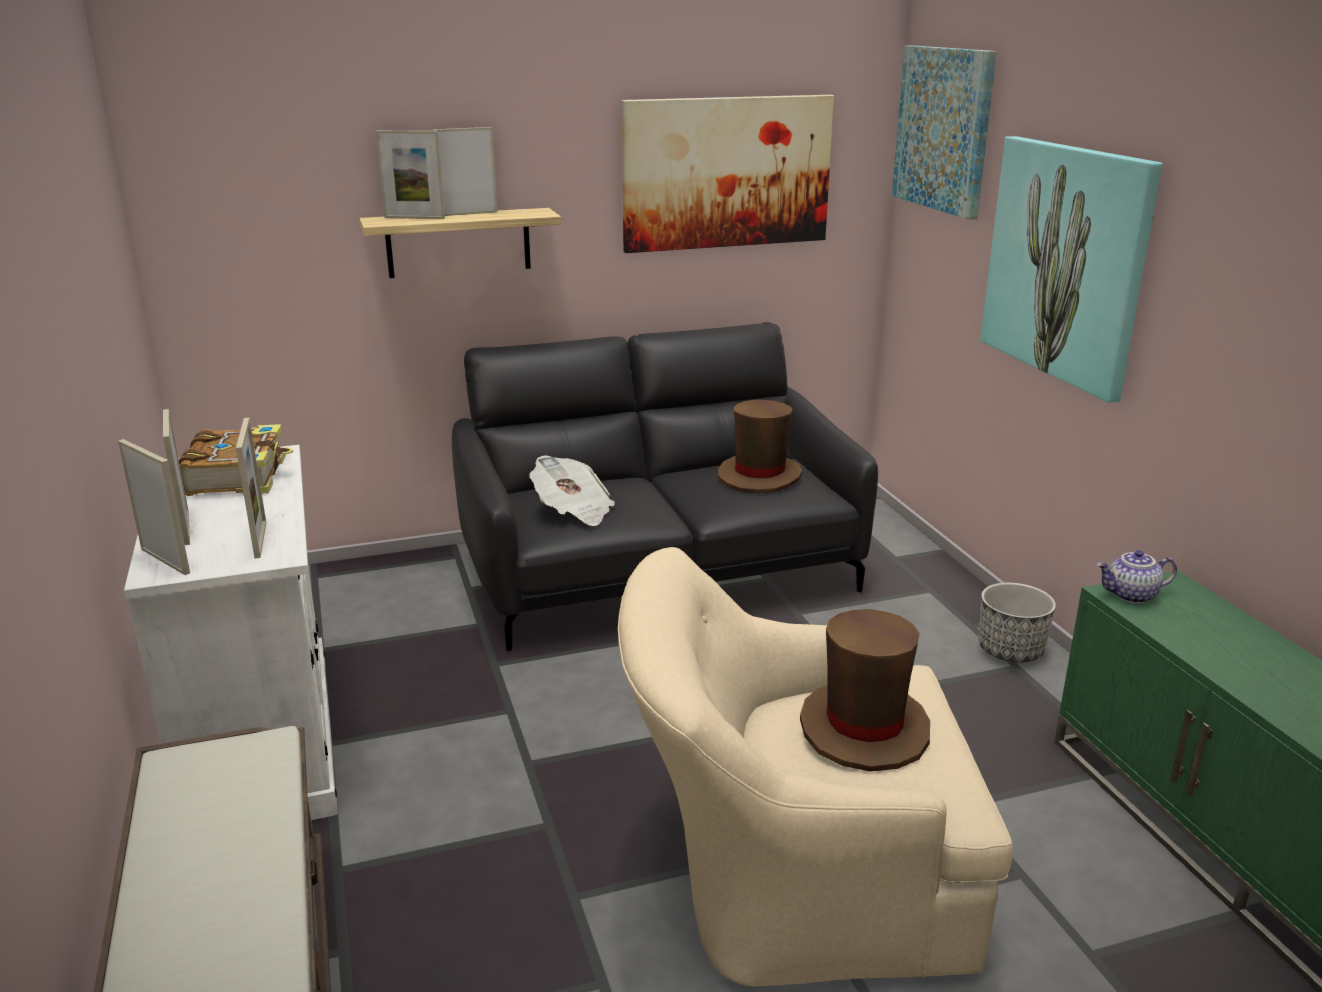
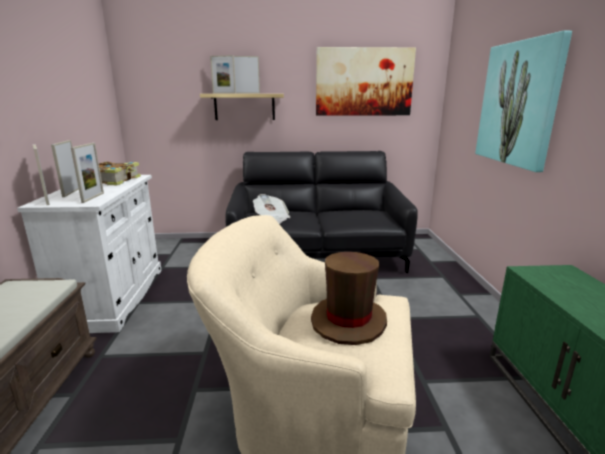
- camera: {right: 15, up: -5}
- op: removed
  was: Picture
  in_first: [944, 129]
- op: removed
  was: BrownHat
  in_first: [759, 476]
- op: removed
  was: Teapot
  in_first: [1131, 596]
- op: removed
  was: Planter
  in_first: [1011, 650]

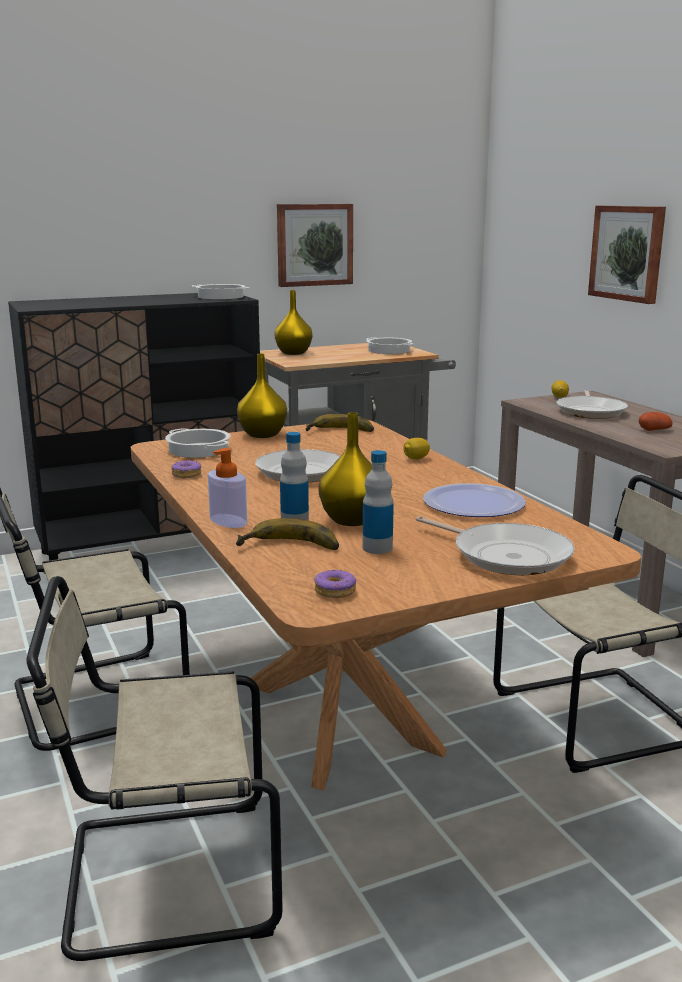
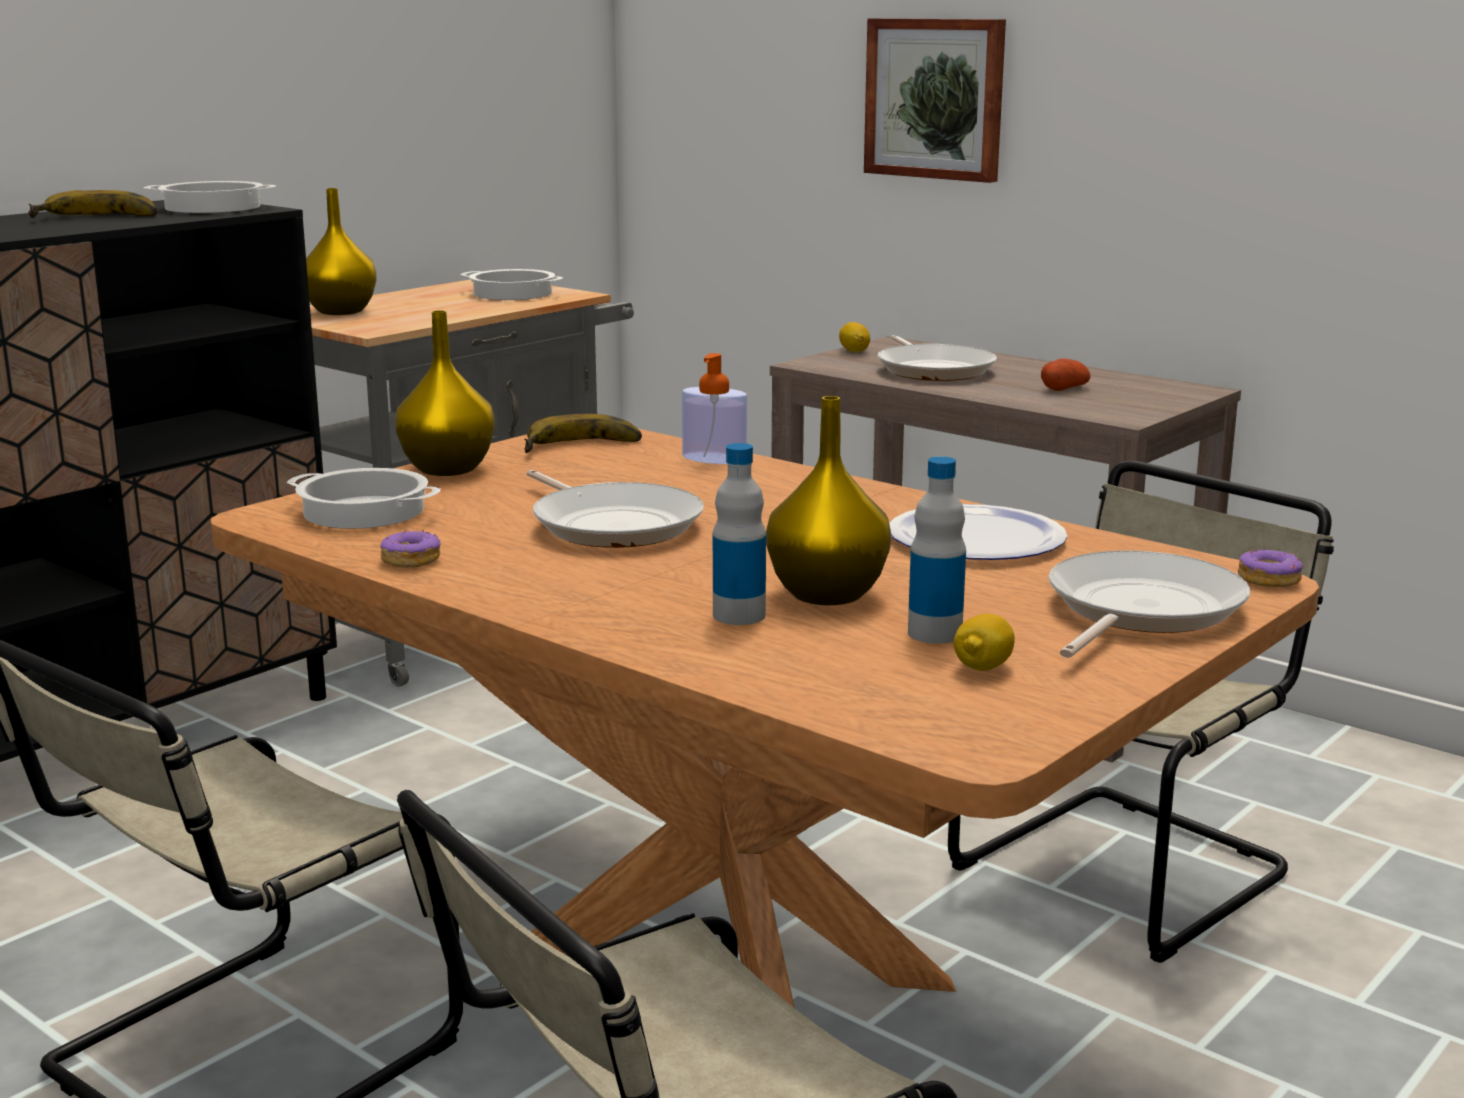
- camera: {right: -25, up: 0}
- op: removed
  was: Picture
  in_first: [314, 245]
- op: moved
  was: Lemon
  in_first: [416, 459]
  in_second: [983, 667]
- op: moved
  was: SoapDispenser
  in_first: [228, 521]
  in_second: [714, 458]
- op: turned
  was: FryingPan
  in_first: [506, 555]
  in_second: [1139, 611]
  clockwise: -75
- op: moved
  was: Banana
  in_first: [289, 548]
  in_second: [96, 218]
- op: moved
  was: Donut
  in_first: [335, 591]
  in_second: [1269, 579]

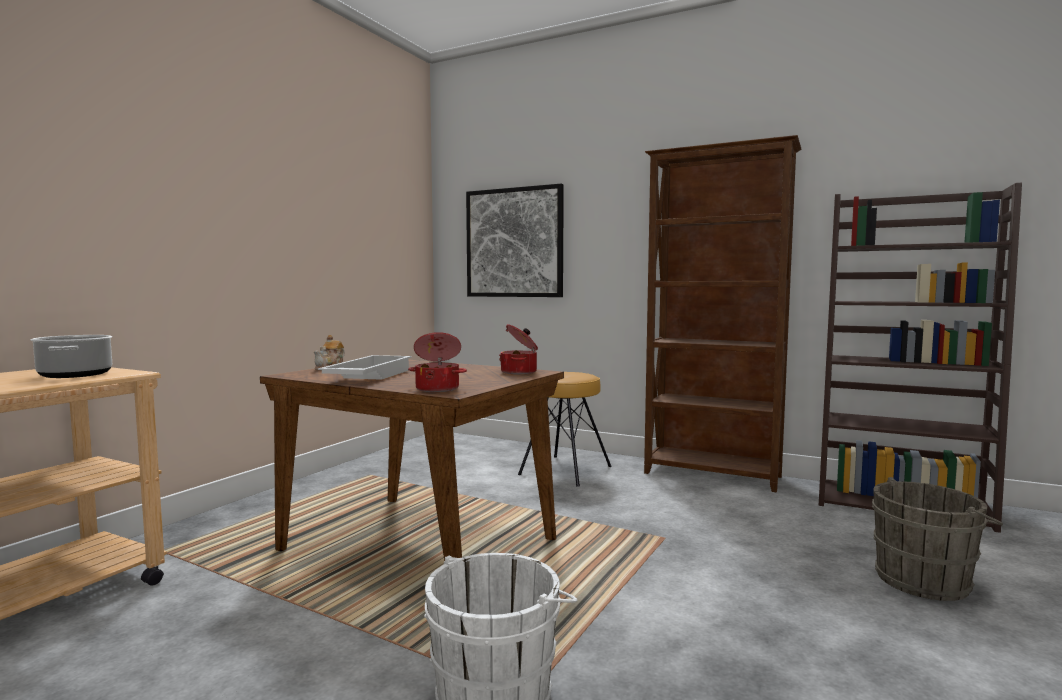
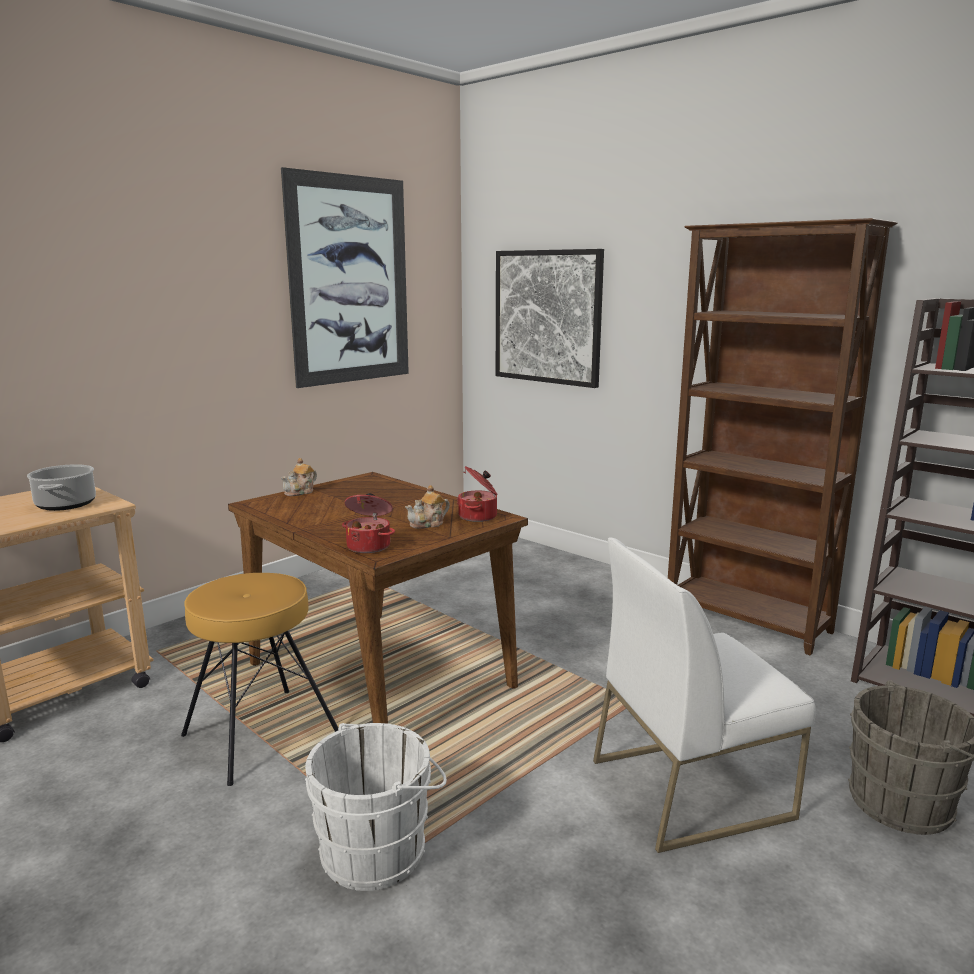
- camera: {right: 15, up: 10}
- op: removed
  was: WhiteTray
  in_first: [367, 376]
- op: moved
  was: BrownStool
  in_first: [564, 470]
  in_second: [260, 733]
- op: added
  now: Picture
  in_second: [350, 281]
- op: added
  now: Teapot
  in_second: [428, 524]
- op: added
  now: WhiteChair
  in_second: [690, 787]

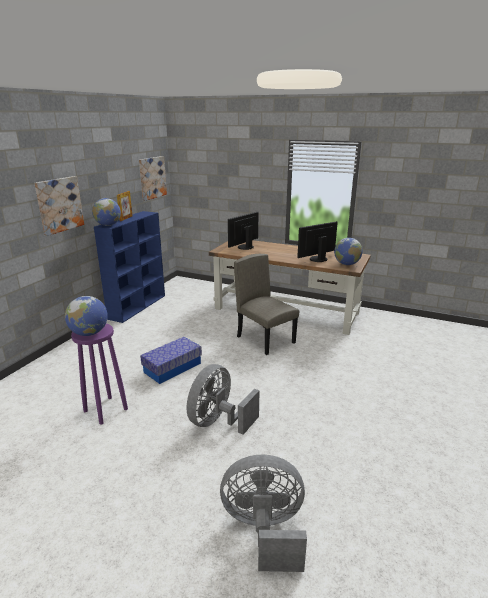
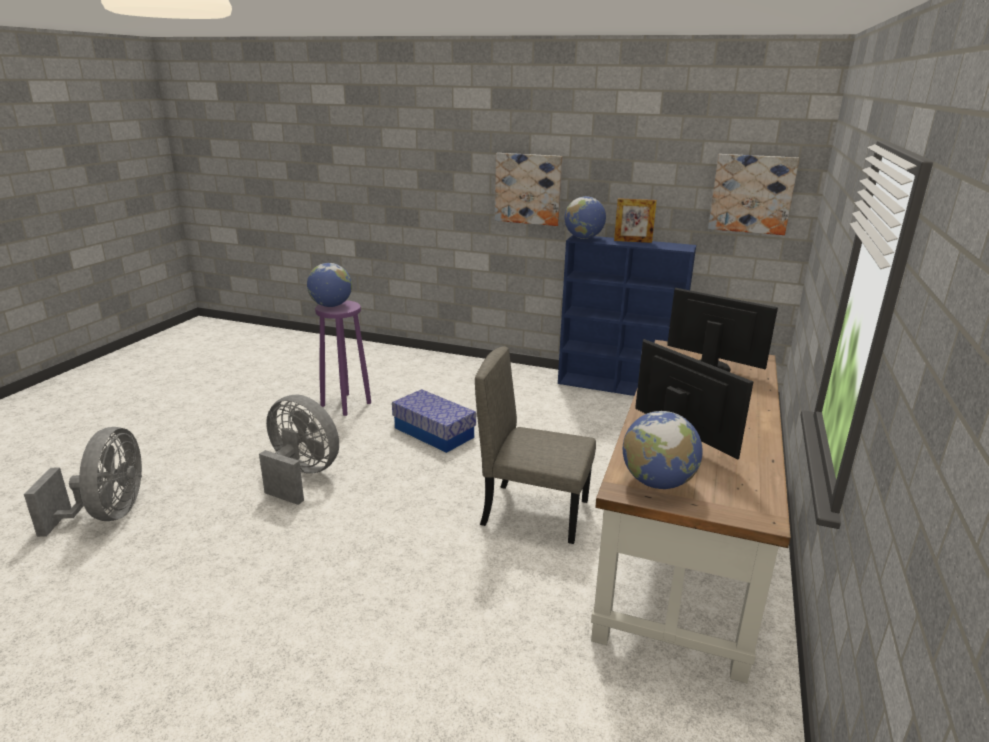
- camera: {right: 85, up: 0}
- op: turned
  was: BeigeChair
  in_first: [266, 339]
  in_second: [535, 512]
  clockwise: -120

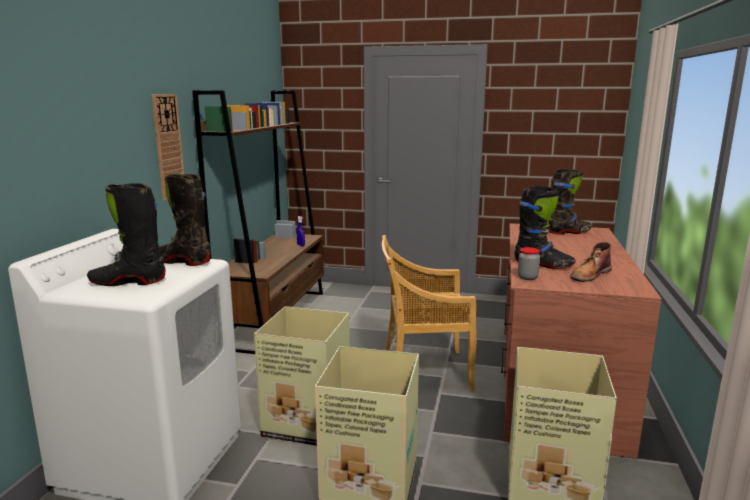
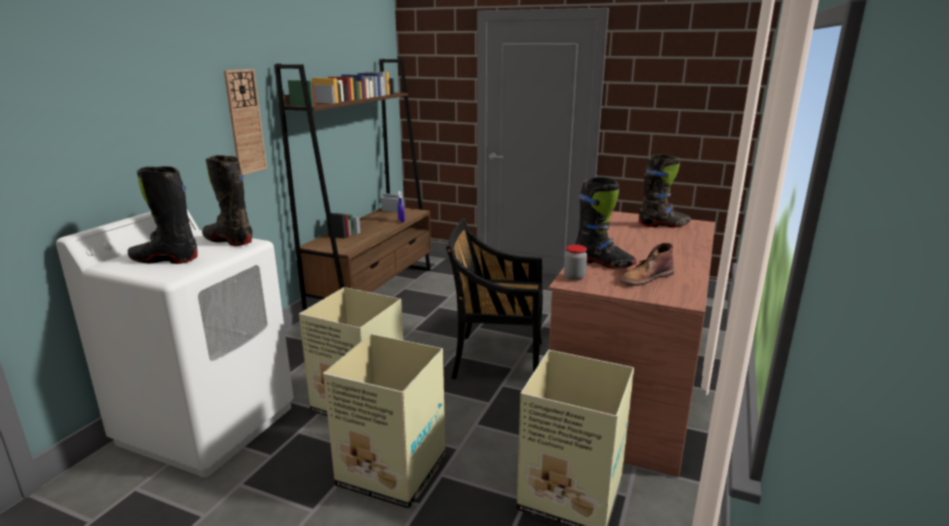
- camera: {right: 10, up: 5}
- op: recoloured
  was: BeigeChair
  now: BlackChair
  in_first: [423, 370]
  in_second: [496, 359]

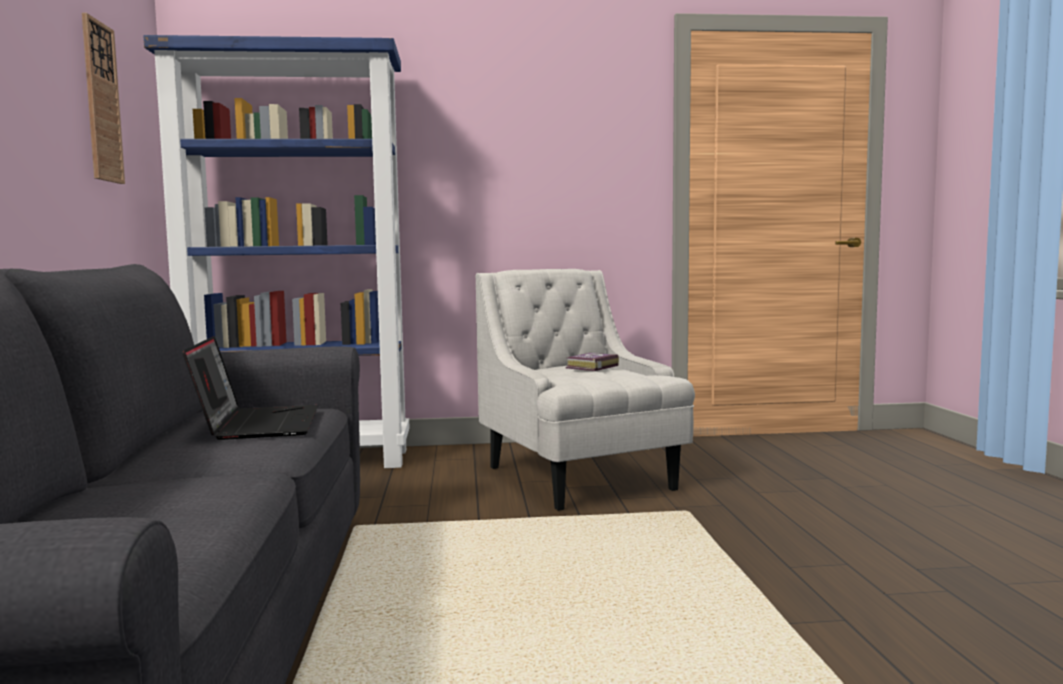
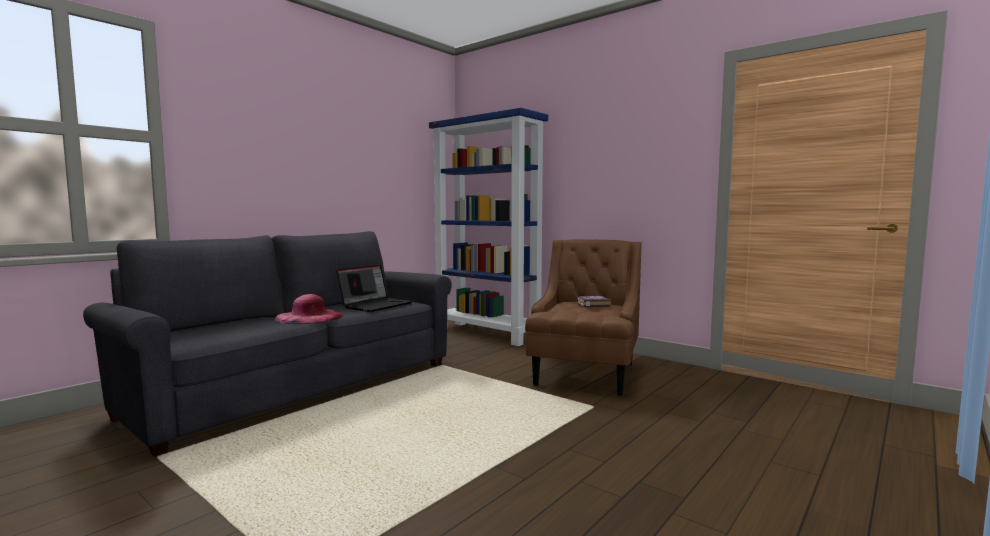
- camera: {right: 45, up: 0}
- op: removed
  was: WallClock
  in_first: [101, 102]
- op: recoloured
  was: WhiteArmchair
  now: BrownArmchair
  in_first: [580, 478]
  in_second: [585, 374]
- op: added
  now: PinkHat
  in_second: [309, 317]

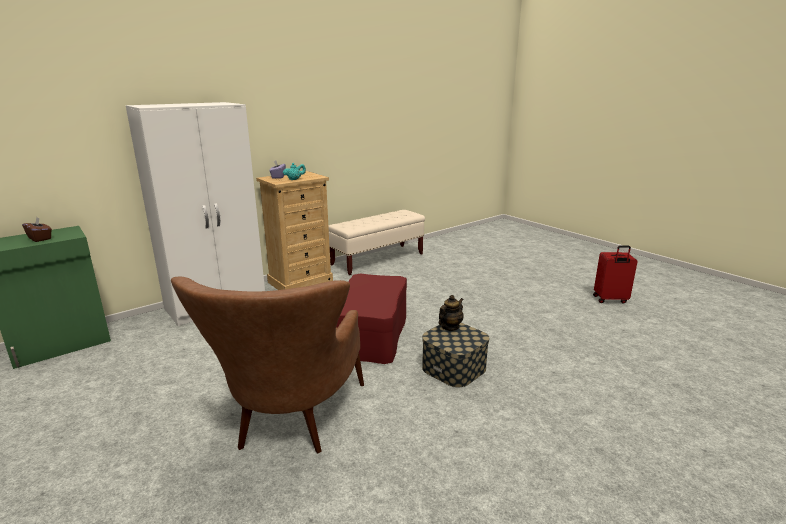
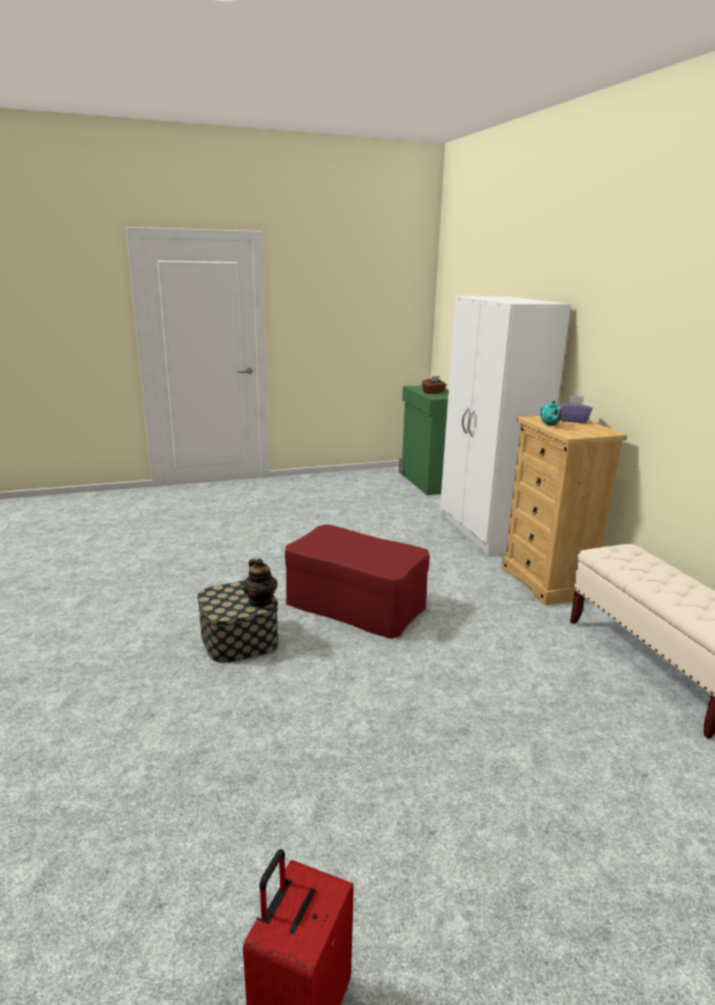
- camera: {right: 110, up: 0}
- op: removed
  was: BrownArmchair
  in_first: [289, 425]

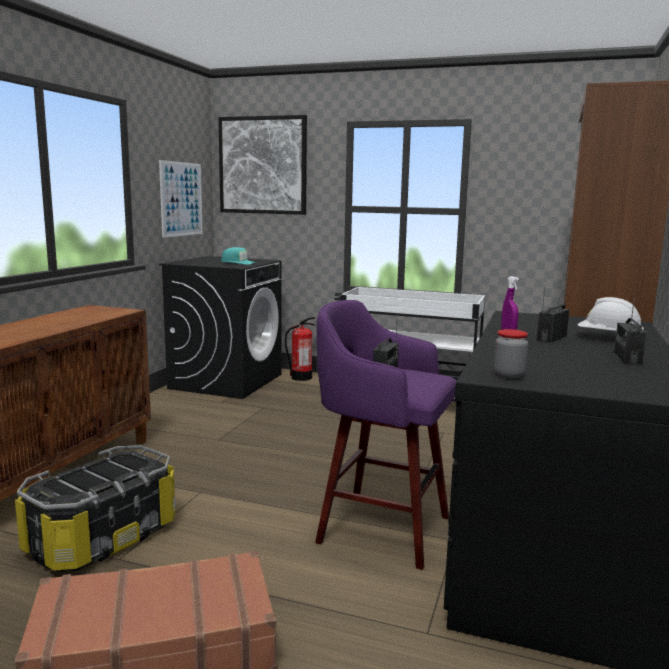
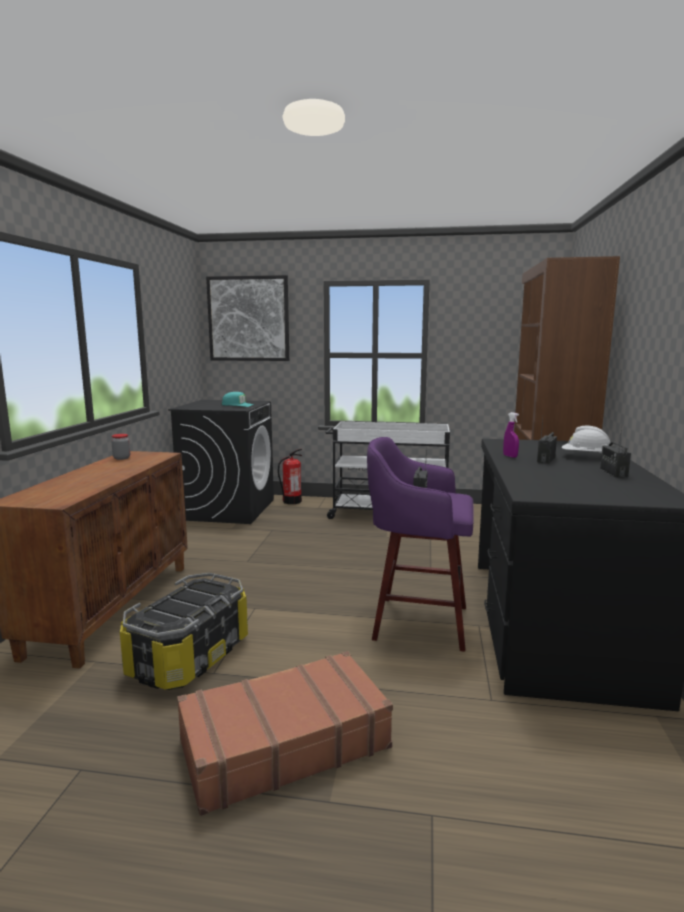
- camera: {right: -10, up: 0}
- op: removed
  was: Picture
  in_first: [181, 199]
- op: moved
  was: Jar
  in_first: [509, 375]
  in_second: [121, 458]

